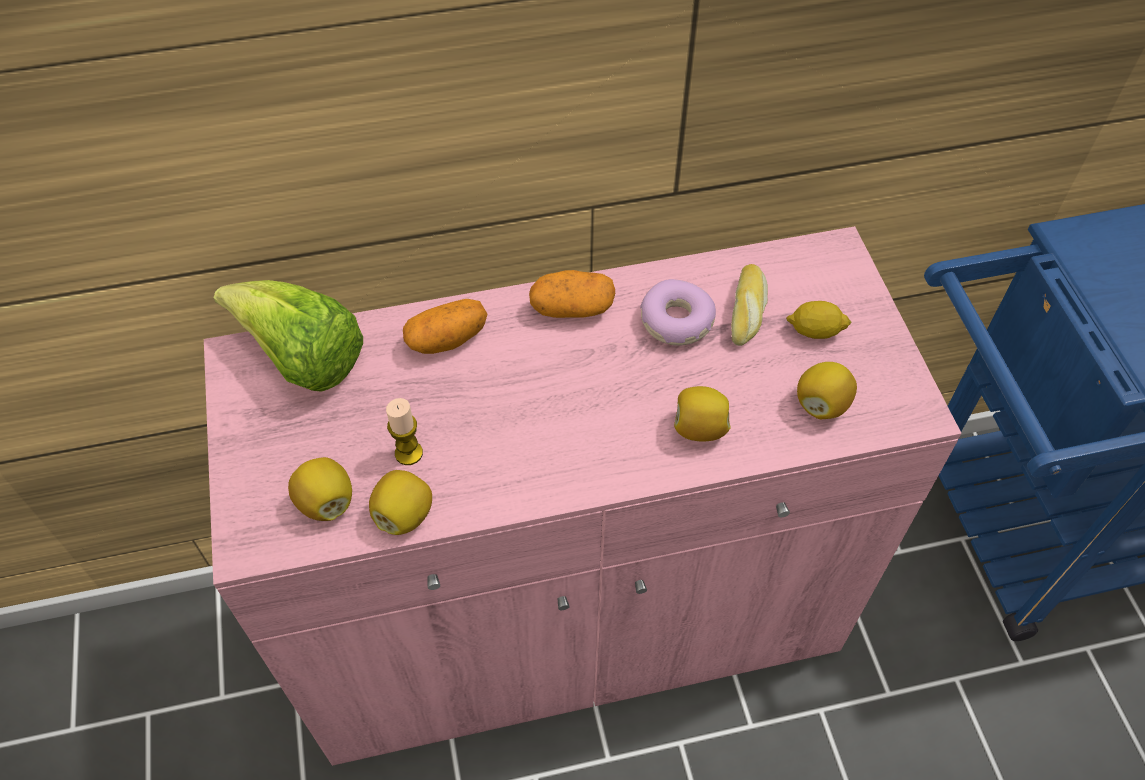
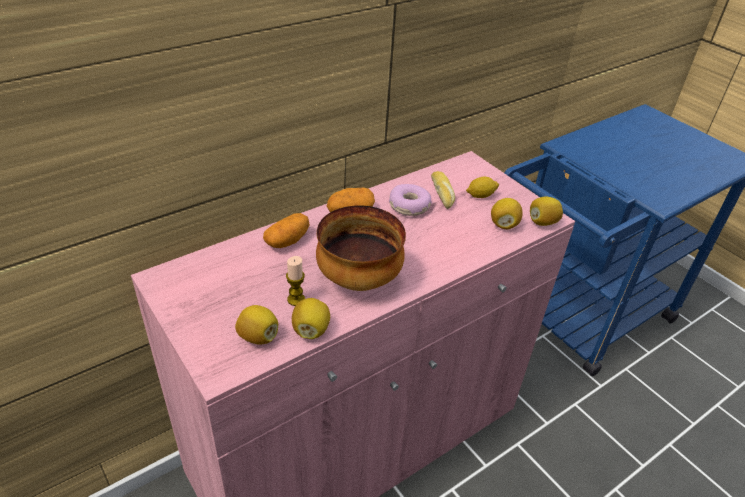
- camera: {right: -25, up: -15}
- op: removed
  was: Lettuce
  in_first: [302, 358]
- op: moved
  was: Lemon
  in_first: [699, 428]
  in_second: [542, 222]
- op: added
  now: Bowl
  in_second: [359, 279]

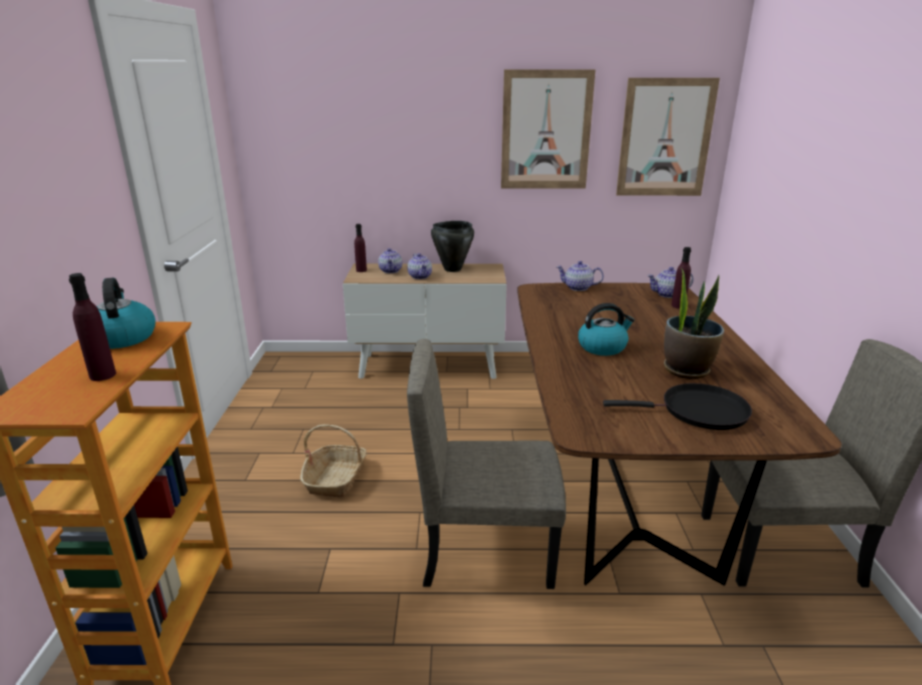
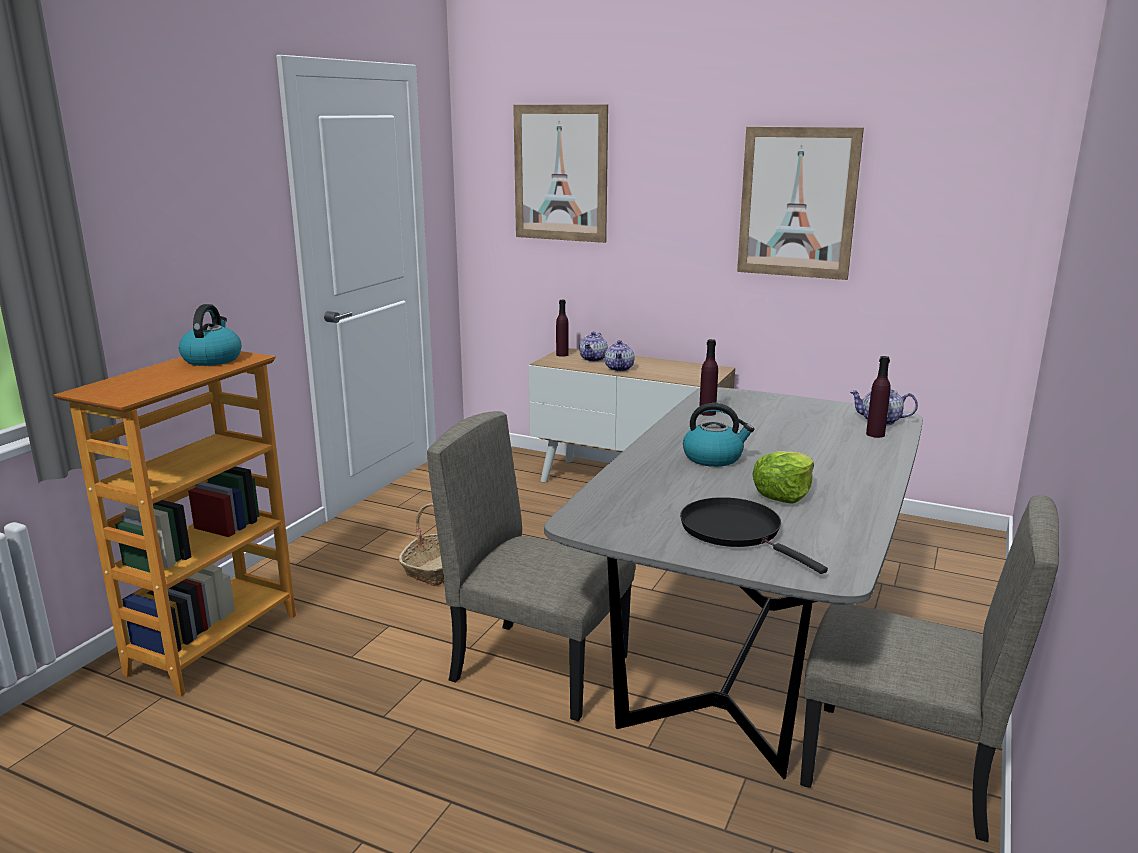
- camera: {right: 25, up: -5}
- op: moved
  was: Picture
  in_first: [665, 138]
  in_second: [560, 173]
- op: removed
  was: BlackCookingPot
  in_first: [452, 269]
- op: removed
  was: Teapot
  in_first: [578, 288]
- op: replaced
  was: PottedPlant
  now: Lettuce
  in_first: [686, 370]
  in_second: [783, 494]
- op: moved
  was: PurpleBottle
  in_first: [102, 375]
  in_second: [707, 413]
- op: recoloured
  was: BrownDiningTable
  now: GreyDiningTable
  in_first: [620, 488]
  in_second: [747, 653]
- op: turned
  was: BlackFryingPan
  in_first: [698, 411]
  in_second: [735, 531]
  clockwise: -150

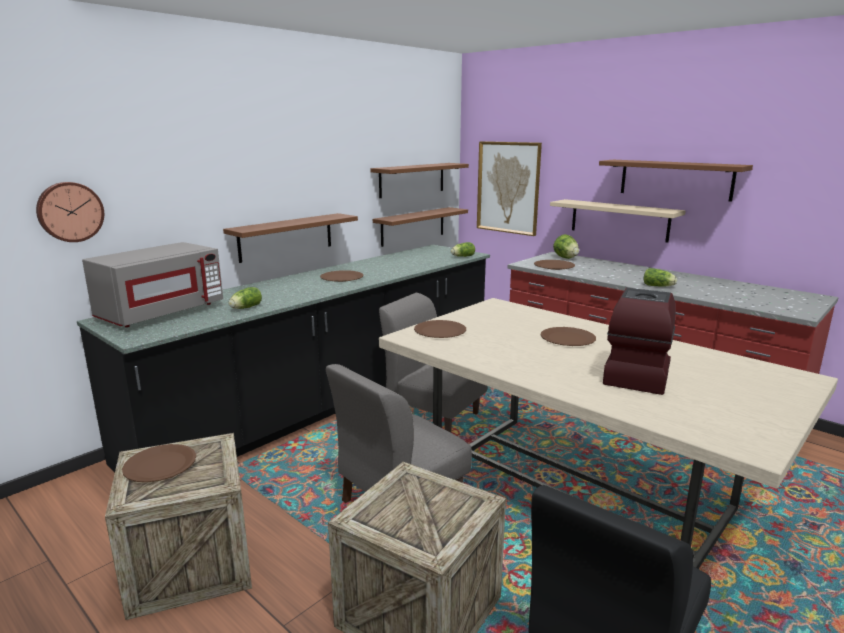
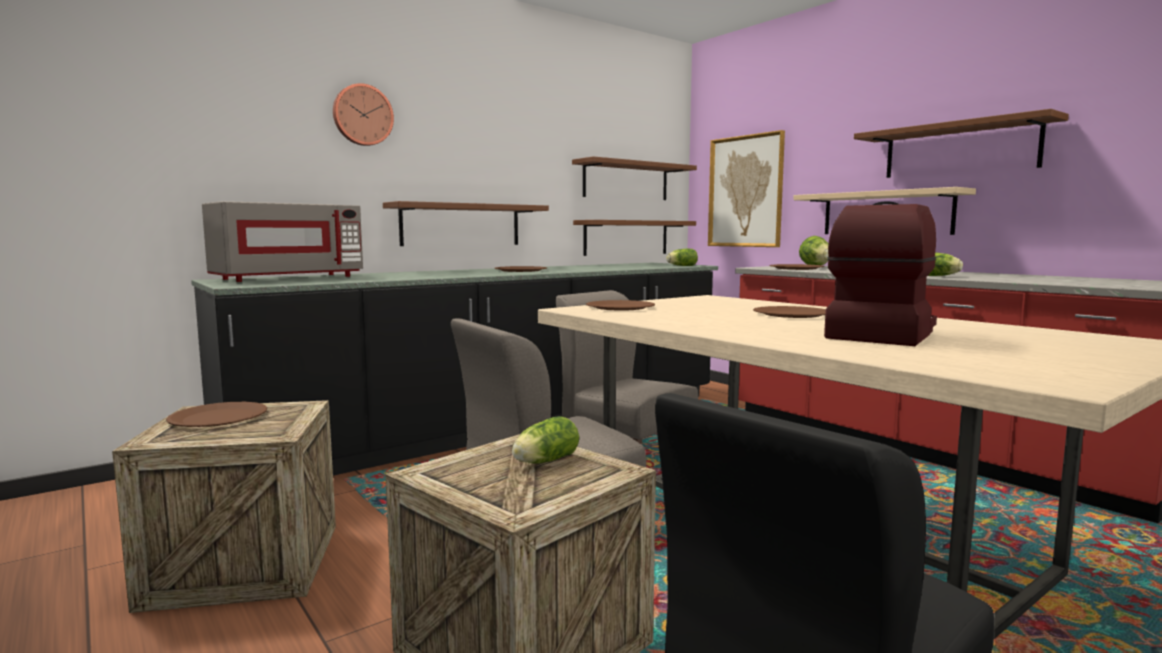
- camera: {right: 10, up: -10}
- op: moved
  was: WallClock
  in_first: [70, 212]
  in_second: [362, 115]
- op: moved
  was: Lettuce
  in_first: [245, 308]
  in_second: [543, 462]

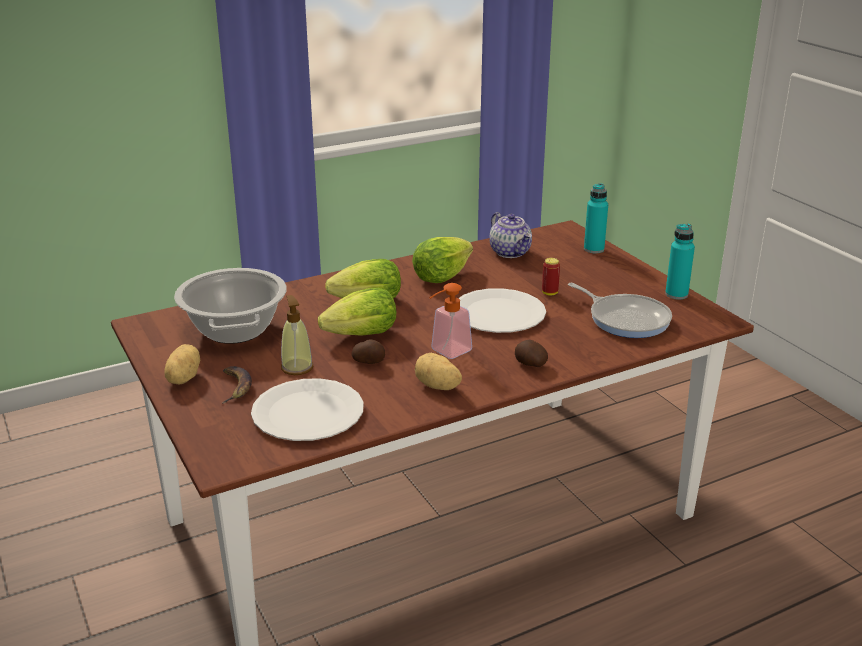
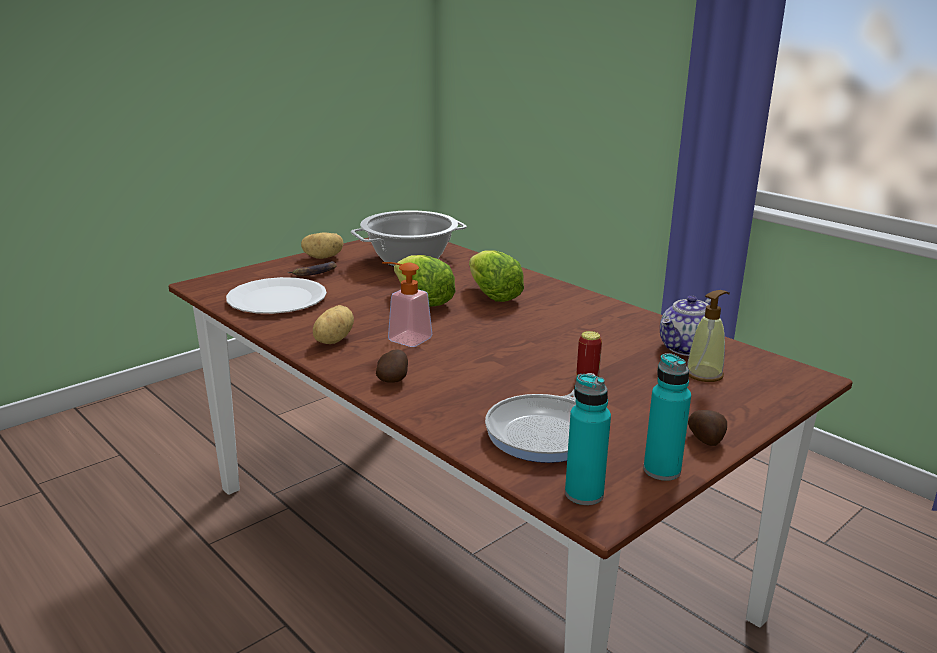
- camera: {right: 75, up: -5}
- op: moved
  was: TurquoiseBottle
  in_first: [594, 249]
  in_second: [584, 494]
- op: removed
  was: Lettuce
  in_first: [441, 277]
- op: removed
  was: WhitePlate
  in_first: [498, 314]
- op: moved
  was: SoapDispenser
  in_first: [297, 367]
  in_second: [704, 374]
- op: moved
  was: Potato
  in_first: [369, 362]
  in_second: [706, 440]

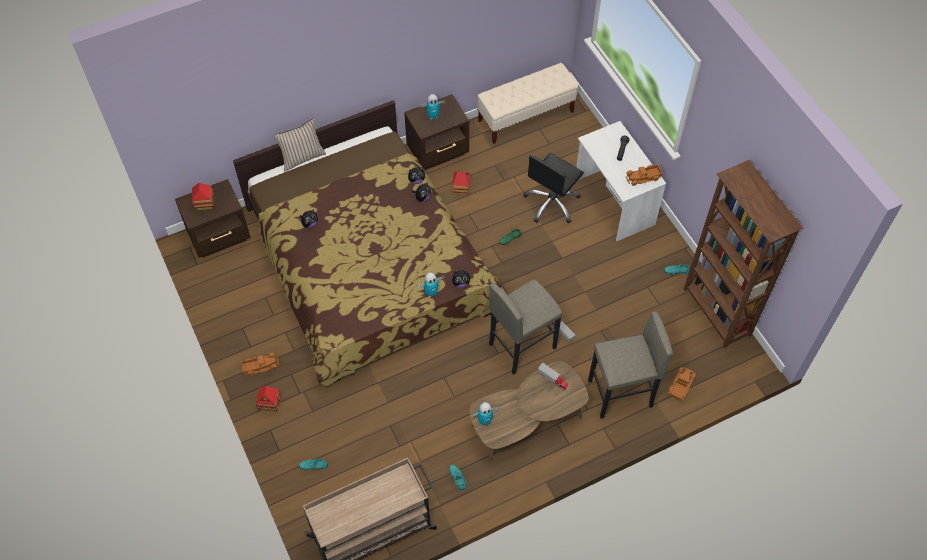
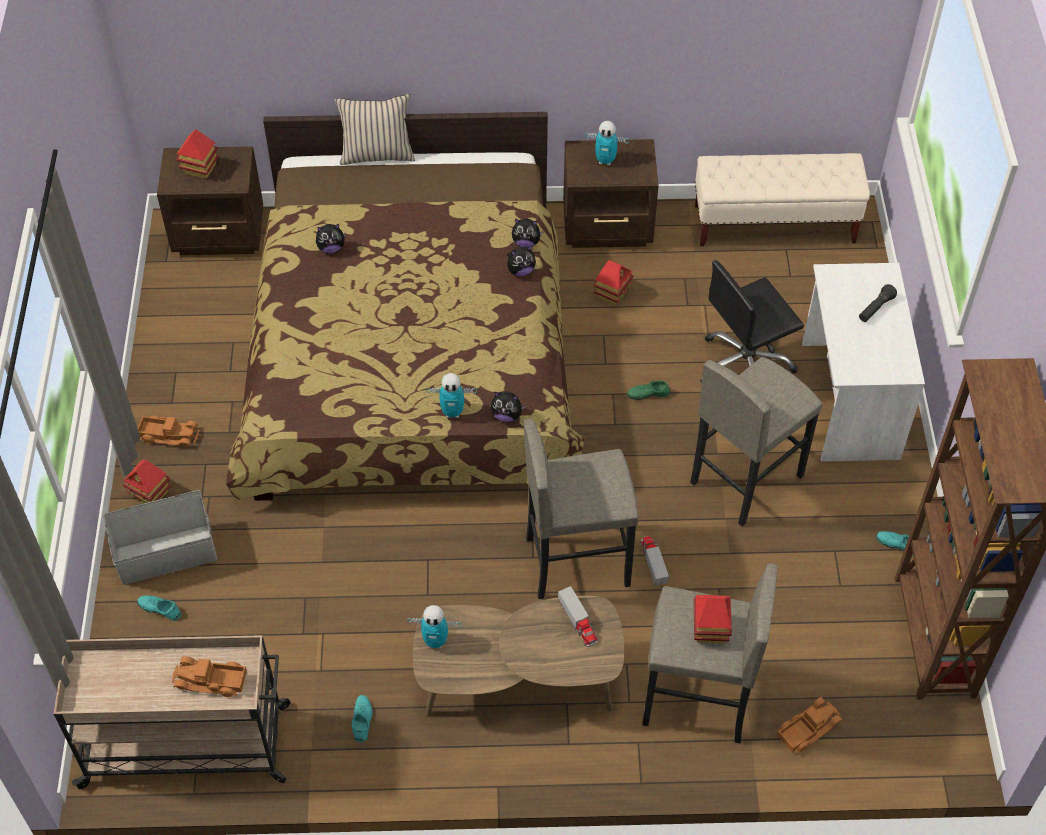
- camera: {right: 25, up: -5}
- op: moved
  was: ToyTruck
  in_first: [643, 178]
  in_second: [210, 681]
- op: added
  now: GreyStool
  in_second: [745, 479]
- op: added
  now: GreyStorageBox
  in_second: [165, 554]
- op: added
  now: ToyHouse
  in_second: [710, 629]

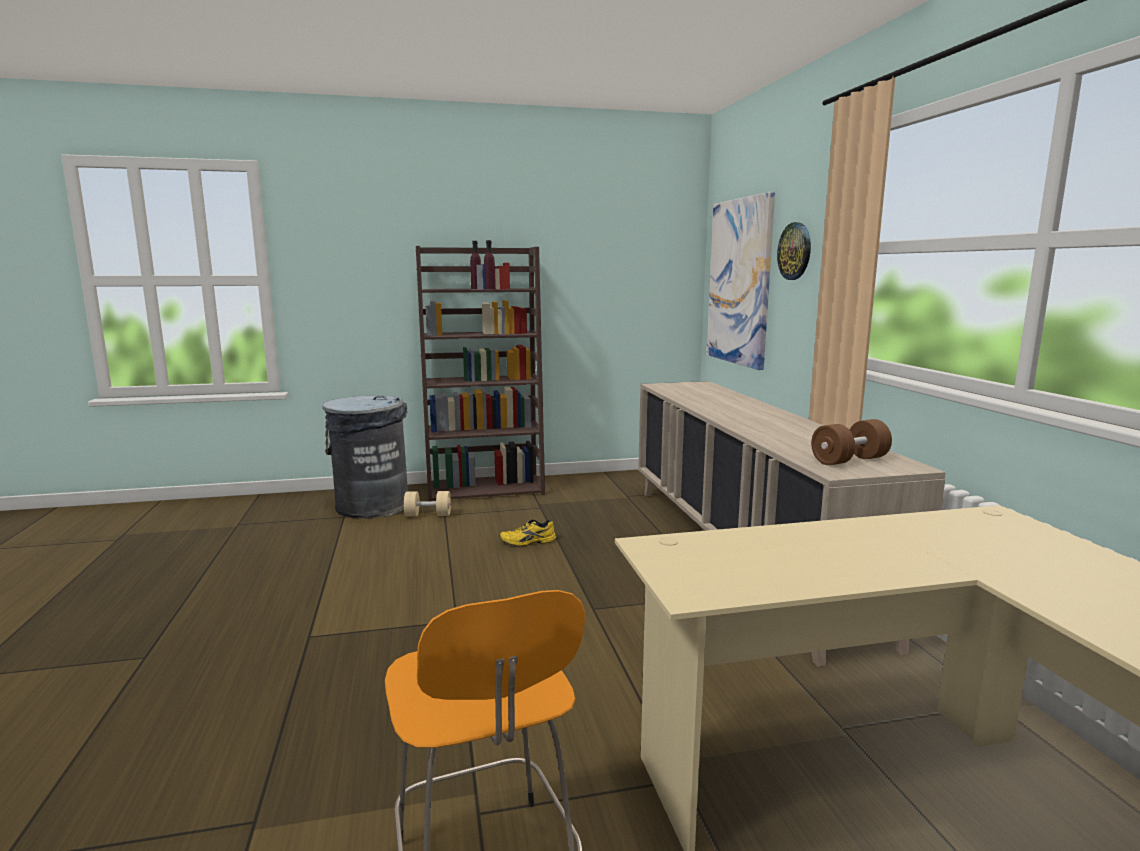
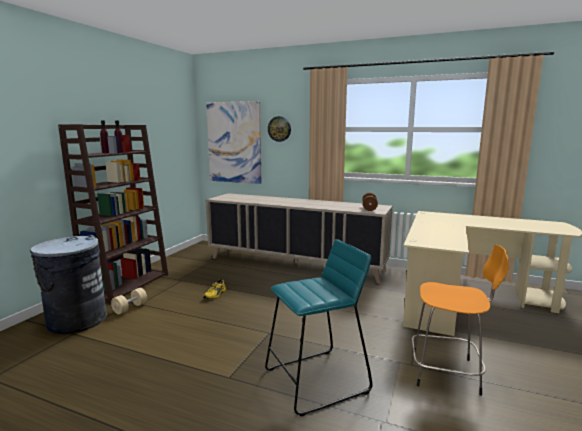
- camera: {right: -55, up: 0}
- op: added
  now: TurquoiseStool
  in_second: [317, 380]

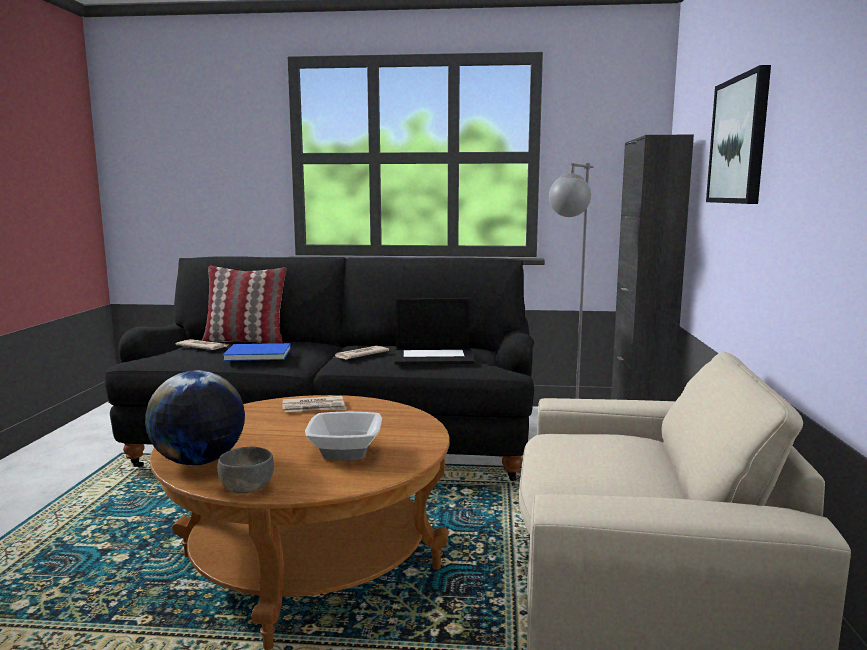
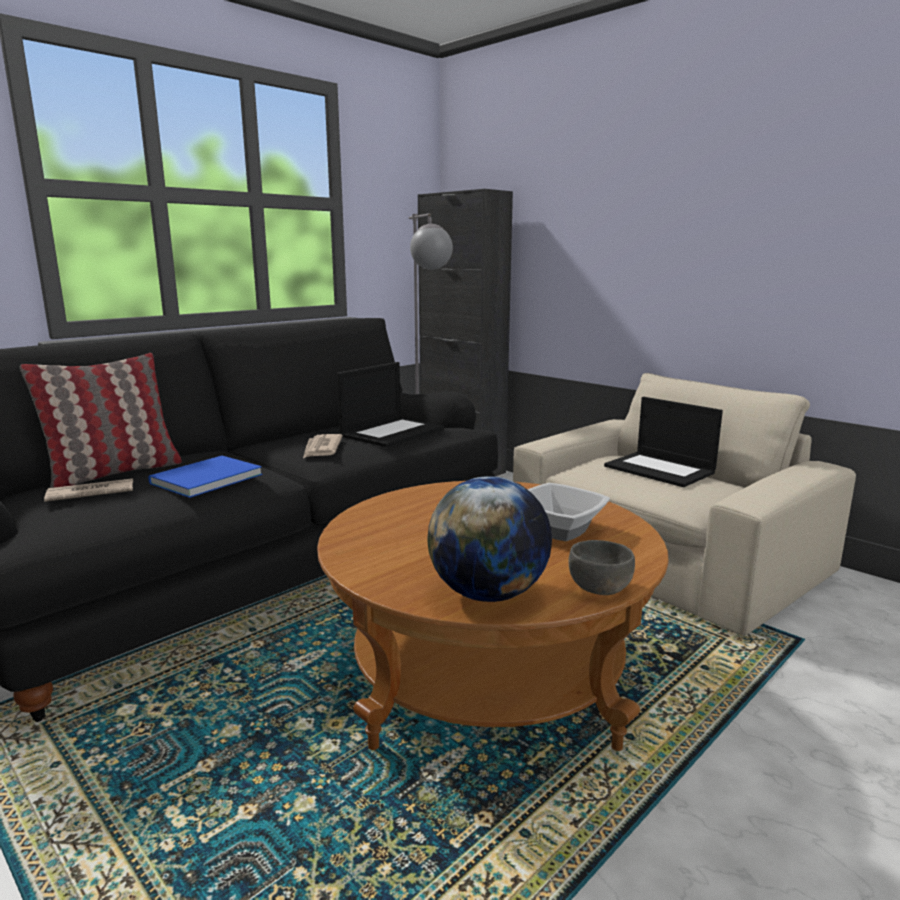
- camera: {right: -50, up: 5}
- op: removed
  was: Picture
  in_first: [739, 140]
- op: removed
  was: Newspaper
  in_first: [314, 407]
- op: added
  now: Laptop
  in_second: [661, 469]

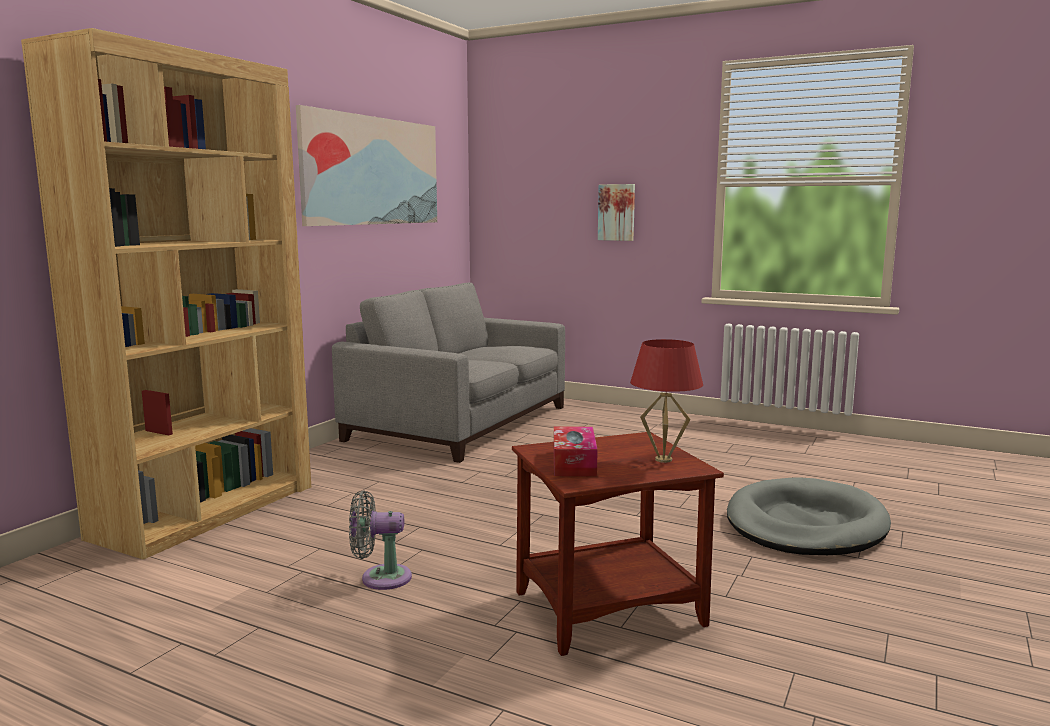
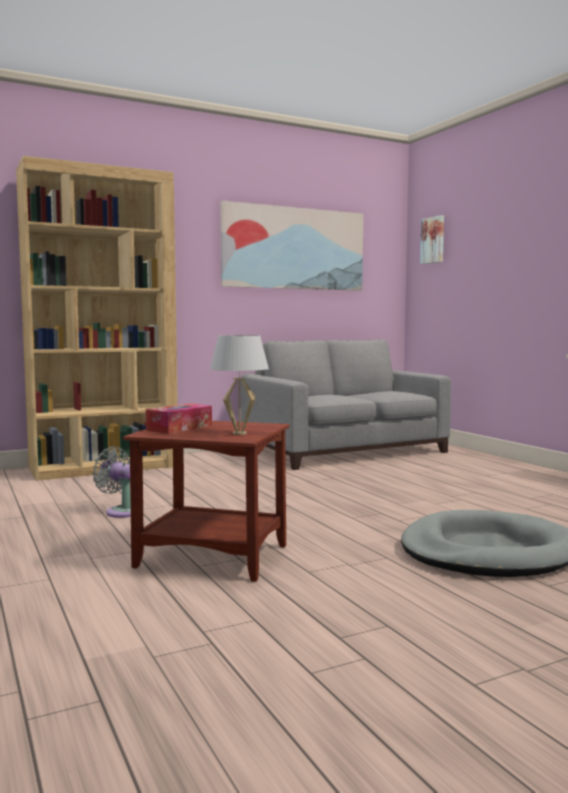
- camera: {right: 35, up: -5}
- op: moved
  was: Picture
  in_first: [617, 212]
  in_second: [433, 240]
- op: recoloured
  was: RedTableLamp
  now: WhiteTableLamp
  in_first: [663, 460]
  in_second: [239, 433]

